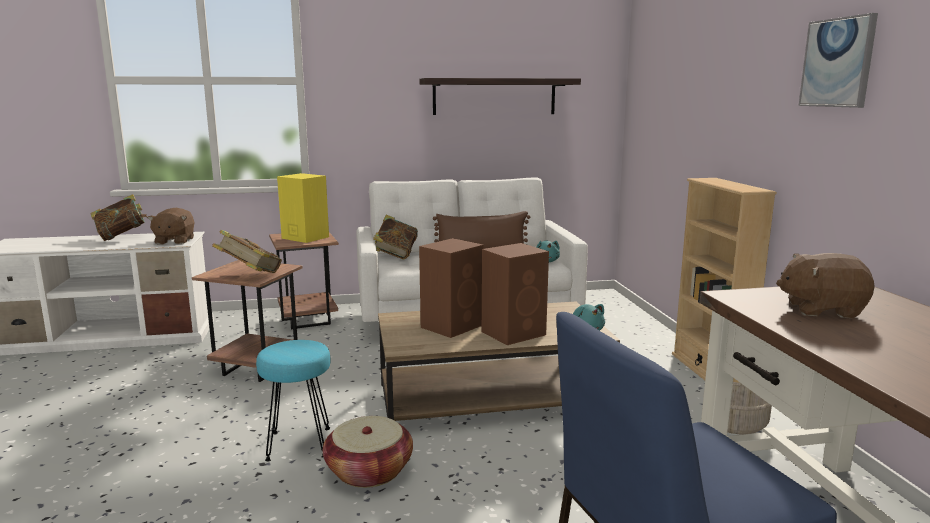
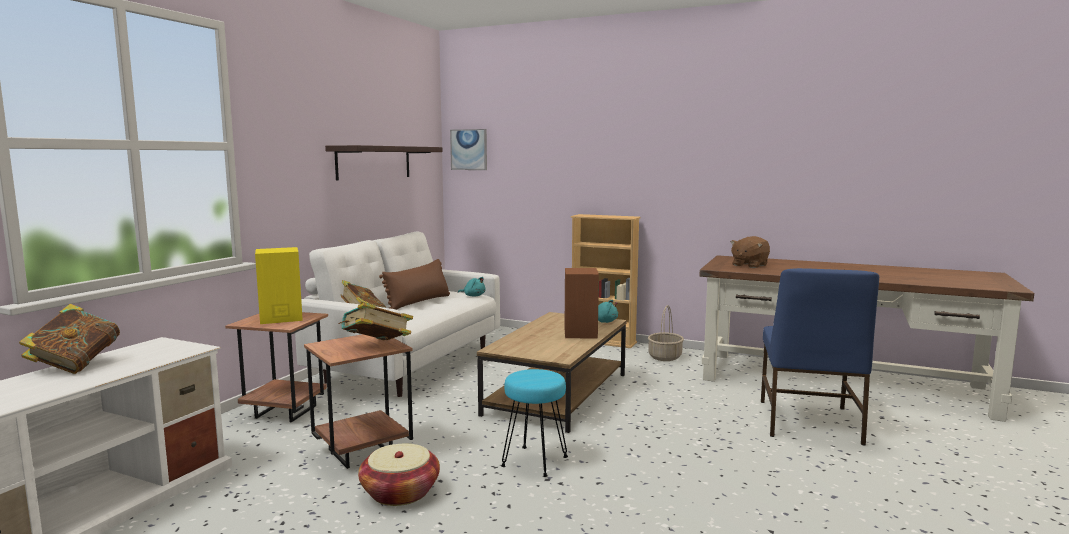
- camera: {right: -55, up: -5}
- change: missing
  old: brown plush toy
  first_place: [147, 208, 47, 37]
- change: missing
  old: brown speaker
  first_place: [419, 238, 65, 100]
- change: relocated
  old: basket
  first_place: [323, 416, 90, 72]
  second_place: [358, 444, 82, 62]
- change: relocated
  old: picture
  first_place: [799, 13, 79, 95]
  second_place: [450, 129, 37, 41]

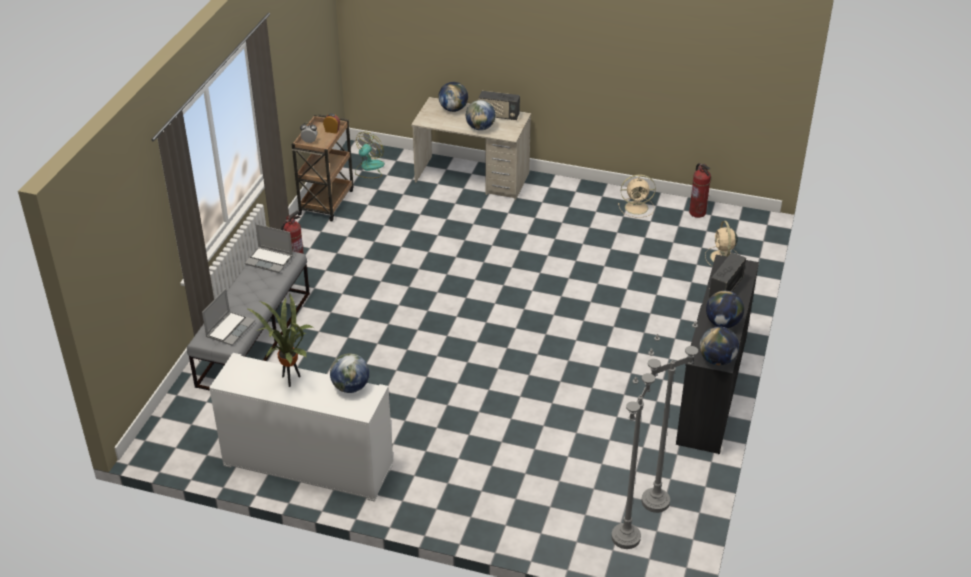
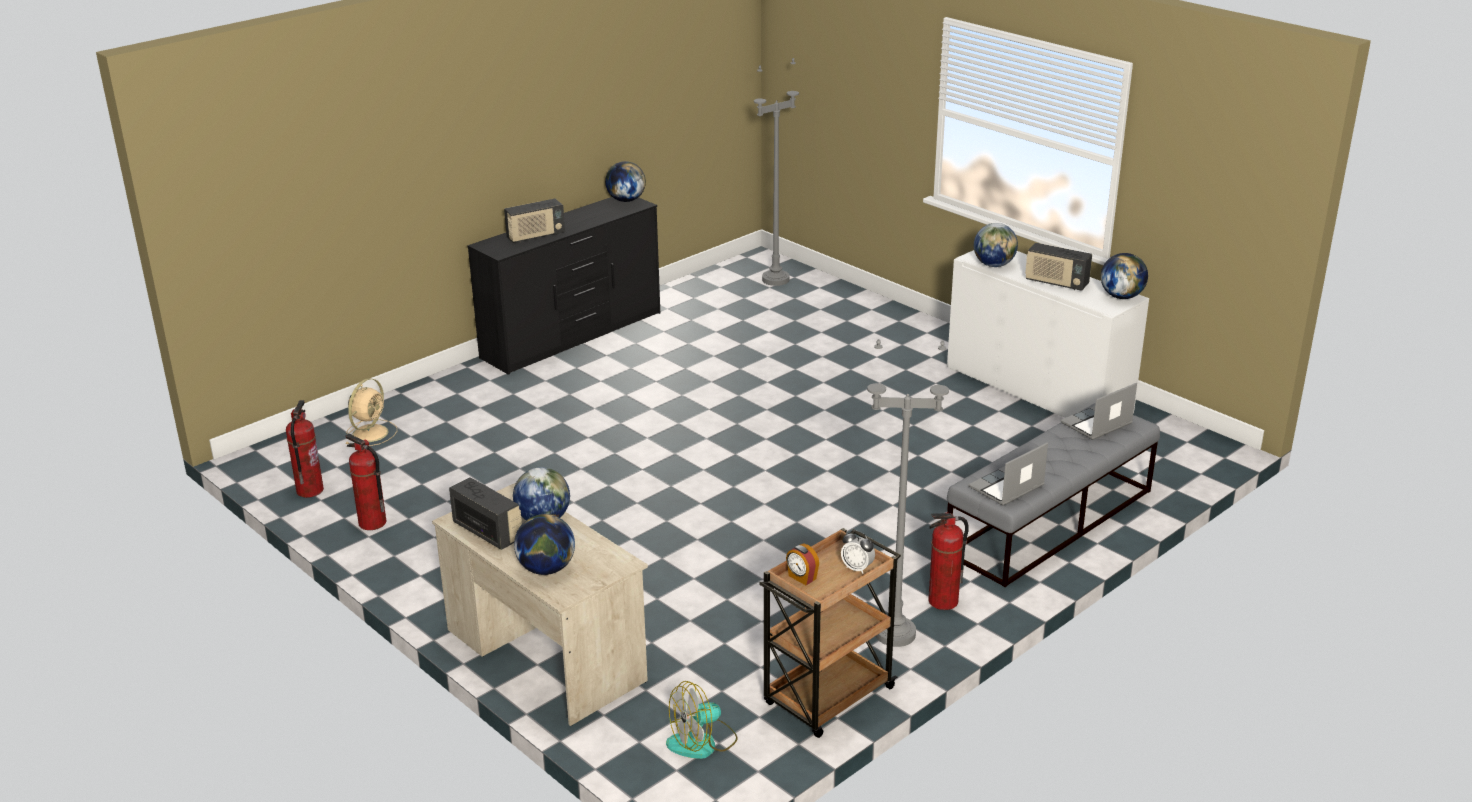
- camera: {right: -150, up: -10}
- change: relocated
  old: grey floor lamp
  first_place: [642, 321, 56, 192]
  second_place: [867, 339, 82, 308]
- change: relocated
  old: globe
  first_place: [706, 291, 38, 37]
  second_place: [1101, 253, 47, 46]
- change: exchanged
  old: potted plant
  new: radio
  first_place: [248, 294, 66, 93]
  second_place: [1025, 243, 67, 48]
- change: exchanged
  old: beige fan
  new: fire extinguisher
  first_place: [618, 175, 38, 42]
  second_place: [345, 434, 42, 96]
- change: spun
  old: laptop
  first_place: [245, 224, 48, 49]
  second_place: [968, 443, 80, 63]
  degrees: -90

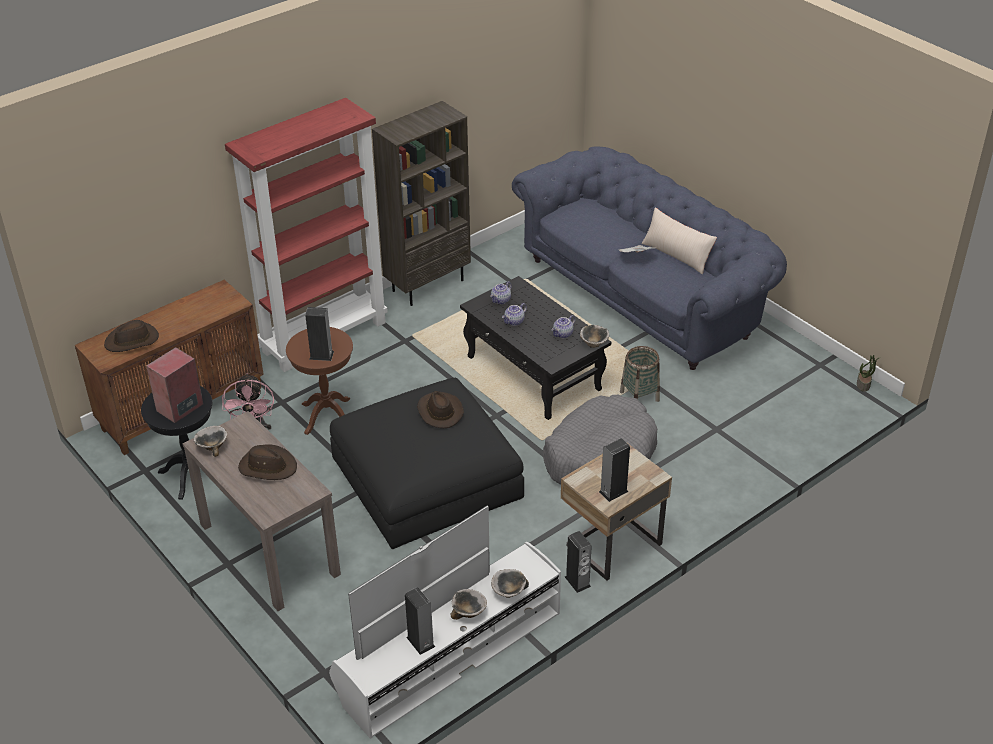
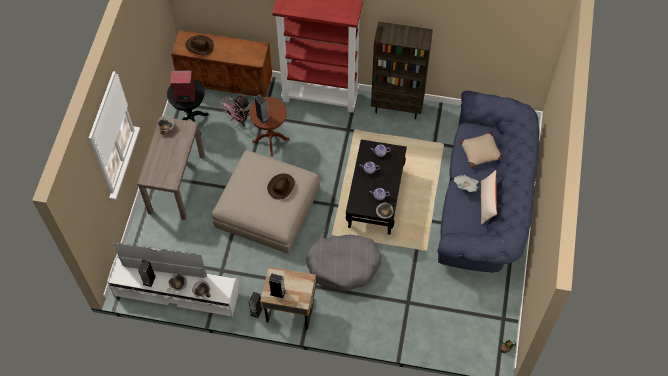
- camera: {right: 50, up: 20}
- change: missing
  old: brown hat
  first_place: [238, 445, 59, 35]
- change: missing
  old: basket
  first_place: [620, 346, 40, 56]
- change: appeared
  new: beige pillow
  second_place: [459, 131, 43, 37]
- change: colour
  old: black ottoman
  new: beige ottoman
  first_place: [330, 377, 194, 172]
  second_place: [212, 150, 108, 104]

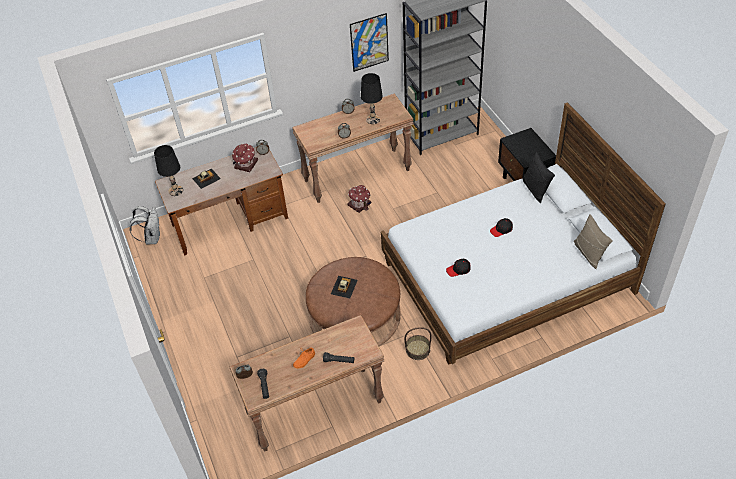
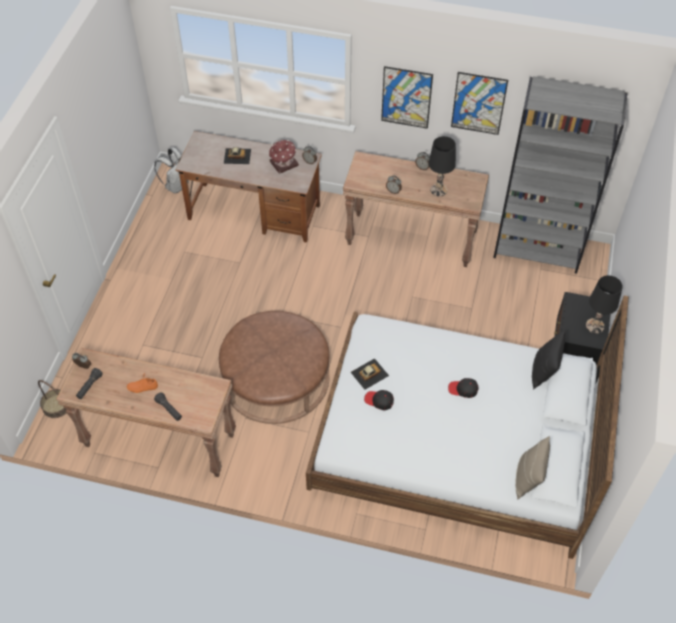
- camera: {right: 35, up: 5}
- change: missing
  old: toy house
  first_place: [347, 185, 24, 28]
- change: appeared
  new: picture
  second_place: [381, 66, 52, 63]
- change: relocated
  old: black table lamp
  first_place: [154, 145, 29, 51]
  second_place: [586, 275, 37, 58]
- change: relocated
  old: toy car
  first_place: [331, 276, 27, 23]
  second_place: [351, 358, 38, 32]
- change: relocated
  old: basket
  first_place: [405, 327, 26, 33]
  second_place: [38, 380, 28, 38]

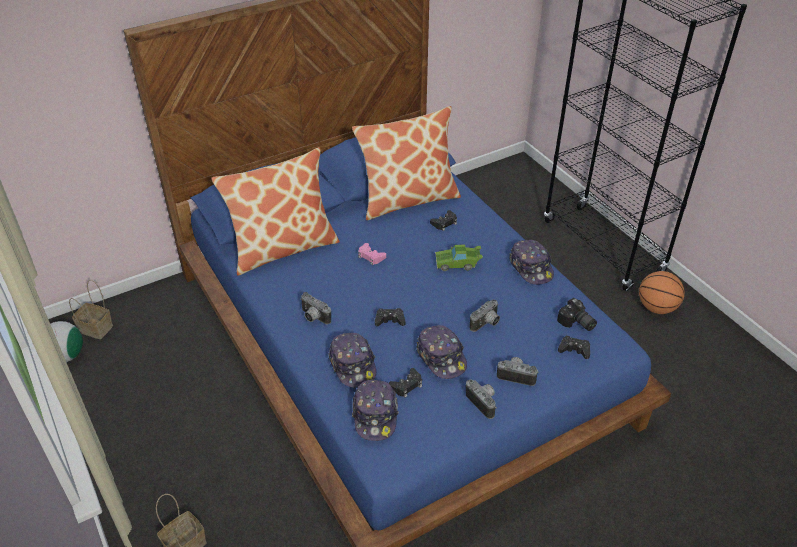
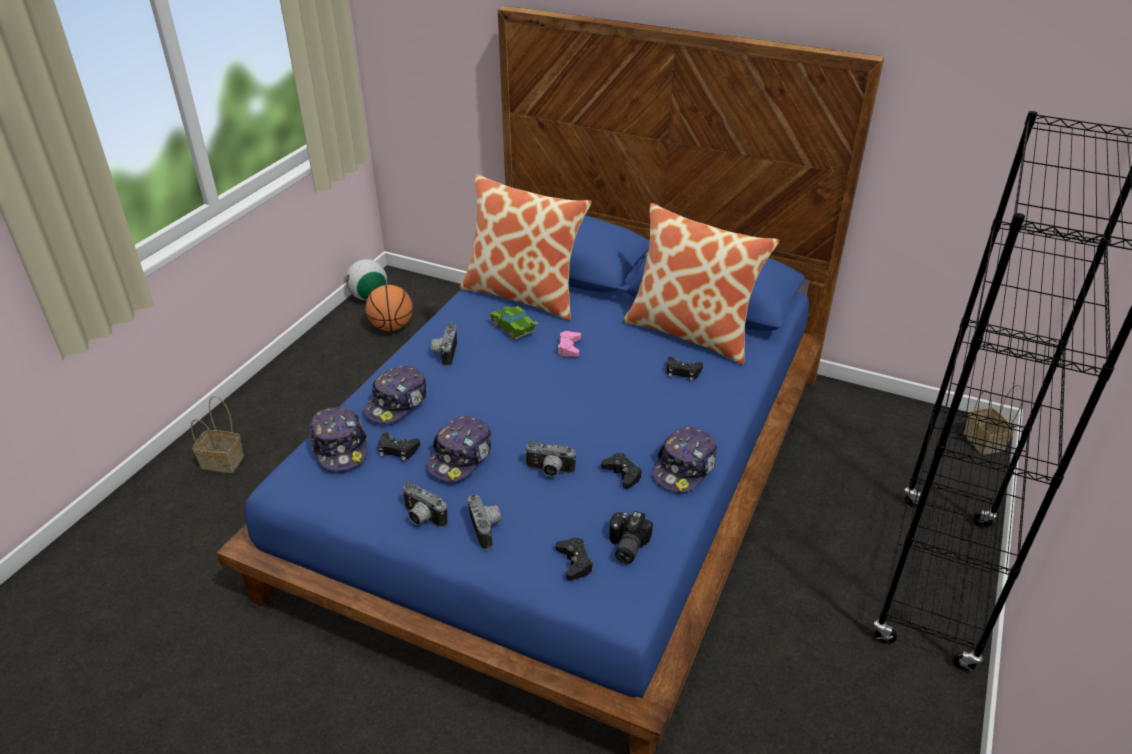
- camera: {right: 55, up: -5}
- change: relocated
  old: basket
  first_place: [69, 280, 44, 59]
  second_place: [964, 385, 59, 69]
- change: relocated
  old: black game controller
  first_place: [375, 308, 30, 18]
  second_place: [601, 453, 41, 36]
- change: relocated
  old: green toy car
  first_place: [435, 245, 48, 26]
  second_place: [489, 306, 49, 34]
- change: relocated
  old: basketball
  first_place: [639, 271, 46, 43]
  second_place: [365, 285, 48, 46]
- change: spun
  old: cap
  first_place: [352, 380, 47, 61]
  second_place: [309, 407, 58, 64]
  degrees: -75
- change: spun
  old: photo camera
  first_place: [466, 380, 31, 39]
  second_place: [402, 481, 46, 46]
  degrees: 105

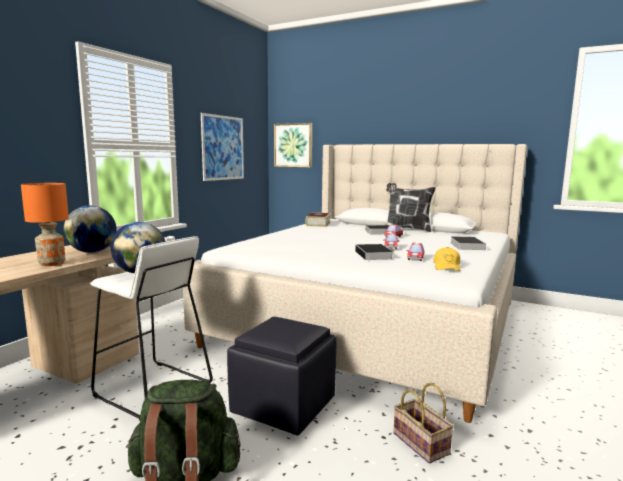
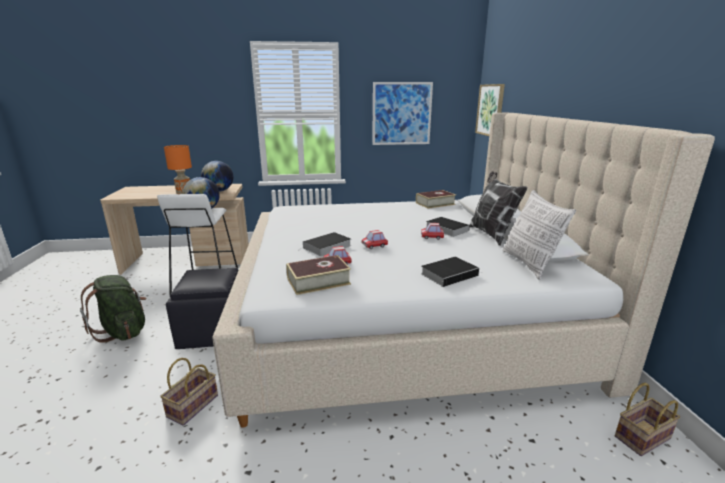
- camera: {right: 55, up: 10}
- change: appeared
  new: pillow
  second_place: [502, 190, 74, 90]
- change: appeared
  new: basket
  second_place: [615, 383, 65, 73]
- change: exchanged
  old: yellow cap
  new: book
  first_place: [433, 247, 27, 24]
  second_place: [286, 255, 65, 40]

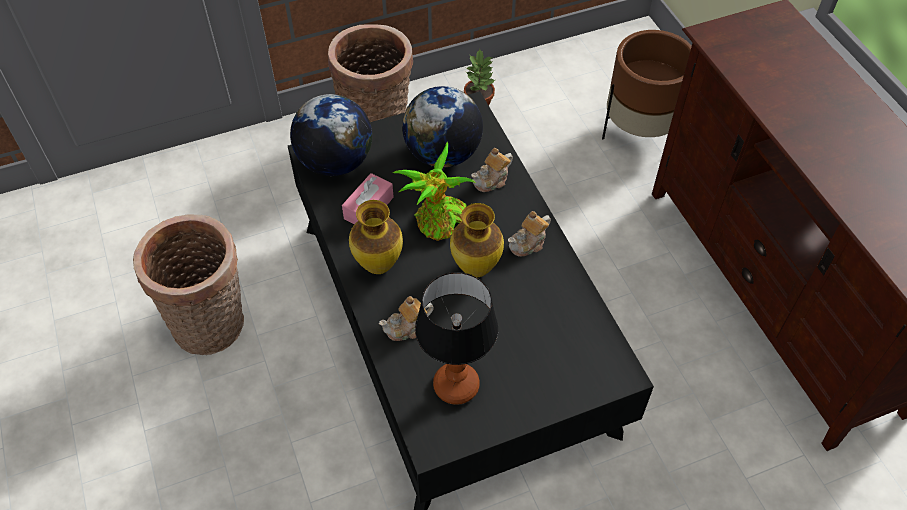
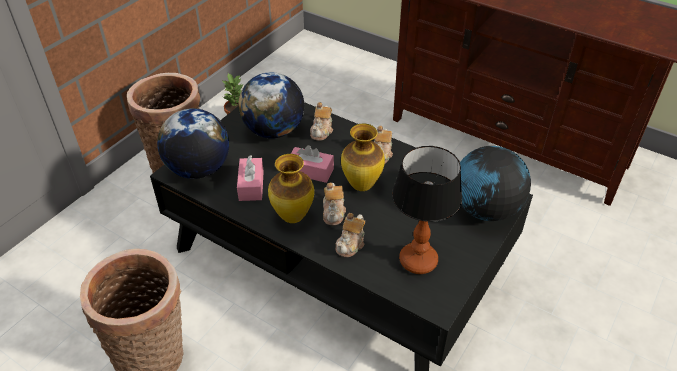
- camera: {right: -35, up: -10}
- change: missing
  old: brown planter
  first_place: [602, 30, 90, 109]
- change: appeared
  new: teapot
  second_place: [323, 182, 23, 43]
- change: appeared
  new: globe
  second_place: [460, 146, 71, 75]
- change: exchanged
  old: potted plant
  new: pink tissue box
  first_place: [393, 142, 83, 99]
  second_place: [291, 145, 43, 38]

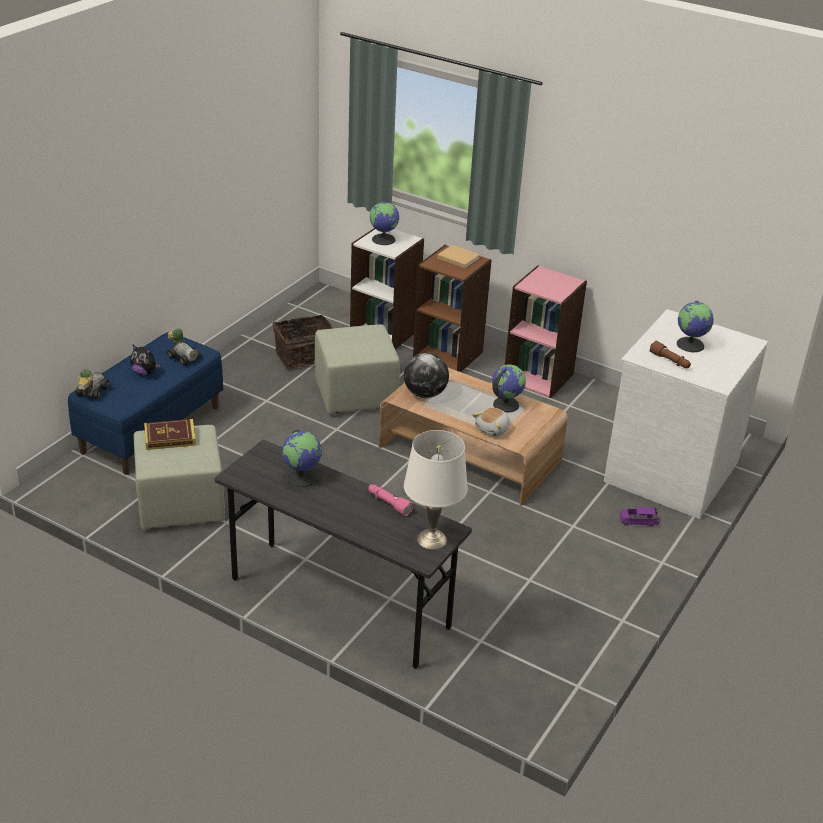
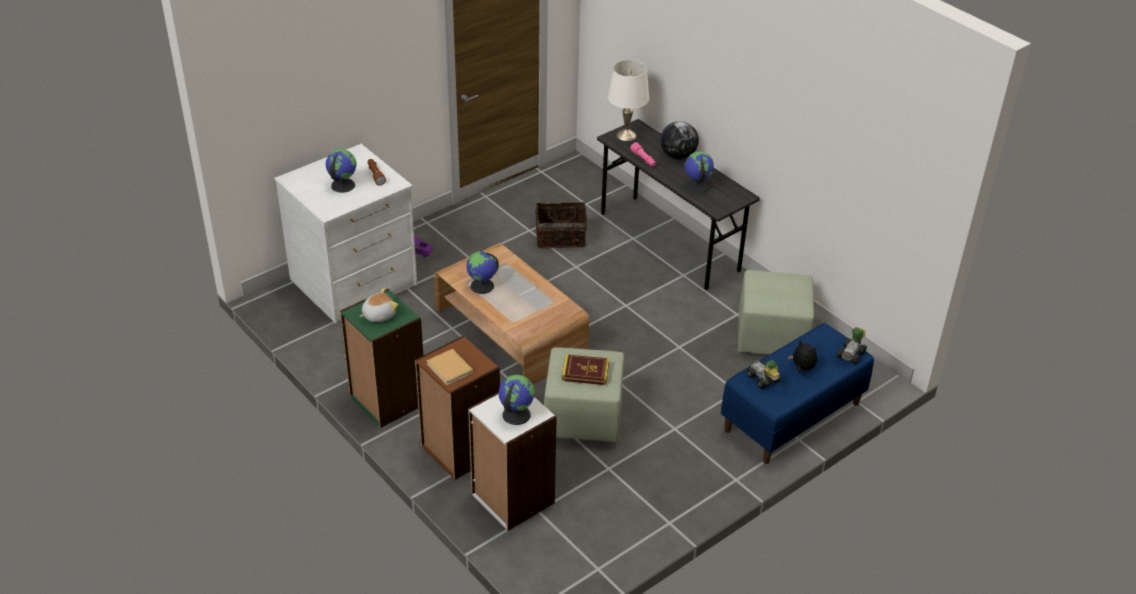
- camera: {right: -160, up: 5}
- change: relocated
  old: book
  first_place: [144, 419, 52, 31]
  second_place: [562, 354, 47, 31]
- change: relocated
  old: basket
  first_place: [272, 315, 61, 53]
  second_place: [535, 202, 52, 46]
- change: relocated
  old: globe
  first_place: [404, 353, 45, 45]
  second_place: [660, 121, 39, 39]
- change: relocated
  old: plush toy
  first_place: [472, 408, 38, 28]
  second_place: [359, 288, 39, 34]
- change: colour
  old: pink bookcase
  new: green bookcase
  first_place: [505, 265, 82, 133]
  second_place: [340, 289, 83, 139]

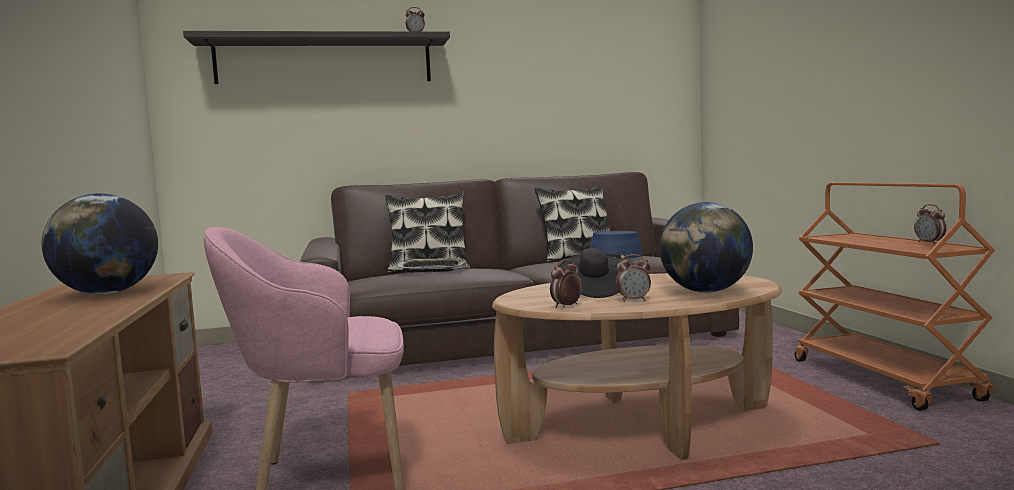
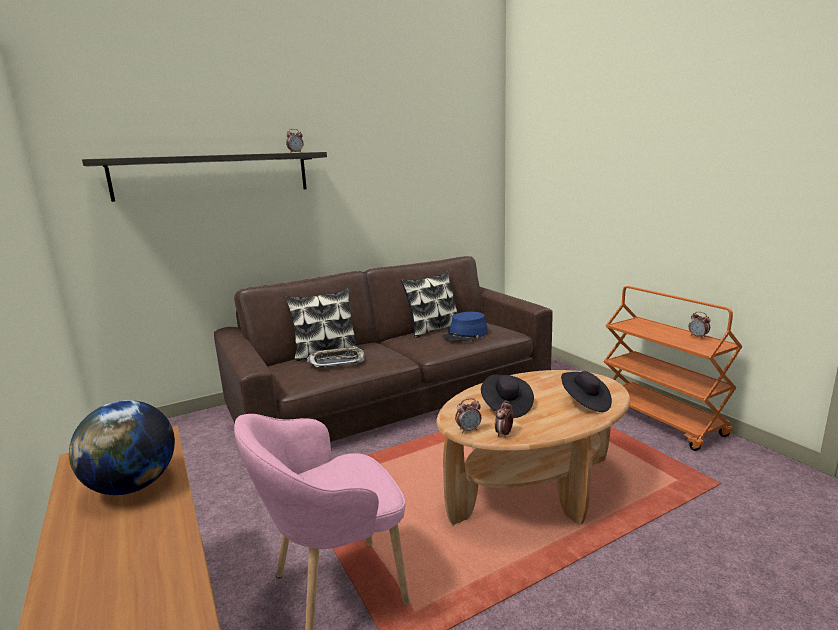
- camera: {right: -15, up: 10}
- change: relocated
  old: alarm clock
  first_place: [616, 254, 35, 48]
  second_place: [455, 398, 26, 35]
- change: exchanged
  old: globe
  new: black hat
  first_place: [659, 202, 94, 91]
  second_place: [561, 371, 51, 41]

